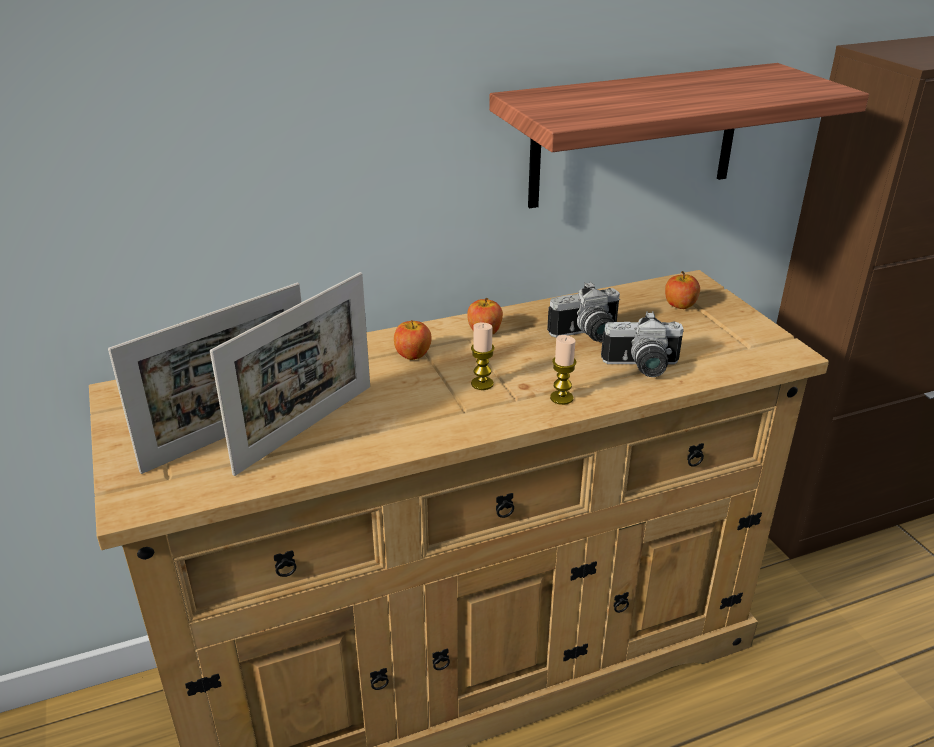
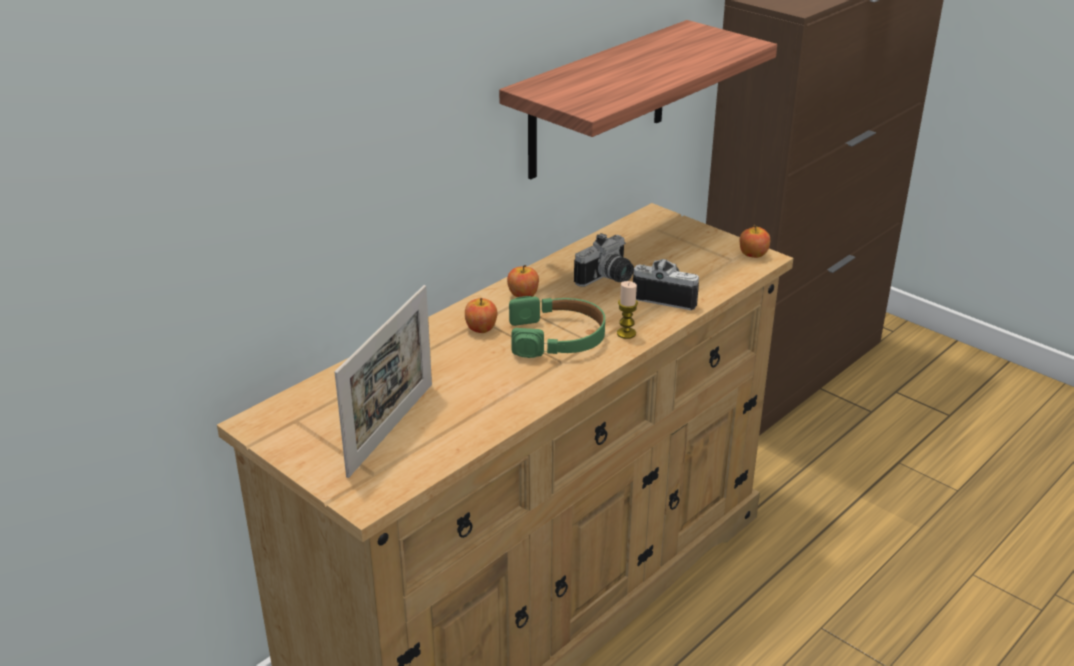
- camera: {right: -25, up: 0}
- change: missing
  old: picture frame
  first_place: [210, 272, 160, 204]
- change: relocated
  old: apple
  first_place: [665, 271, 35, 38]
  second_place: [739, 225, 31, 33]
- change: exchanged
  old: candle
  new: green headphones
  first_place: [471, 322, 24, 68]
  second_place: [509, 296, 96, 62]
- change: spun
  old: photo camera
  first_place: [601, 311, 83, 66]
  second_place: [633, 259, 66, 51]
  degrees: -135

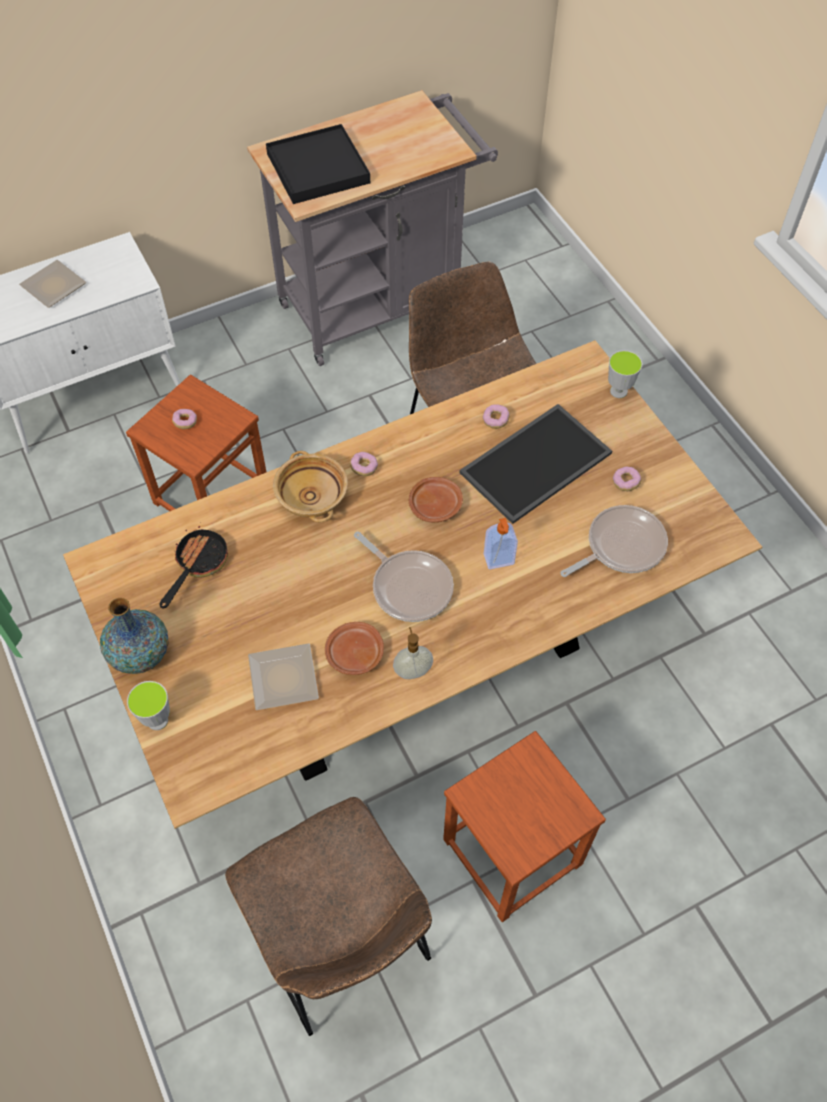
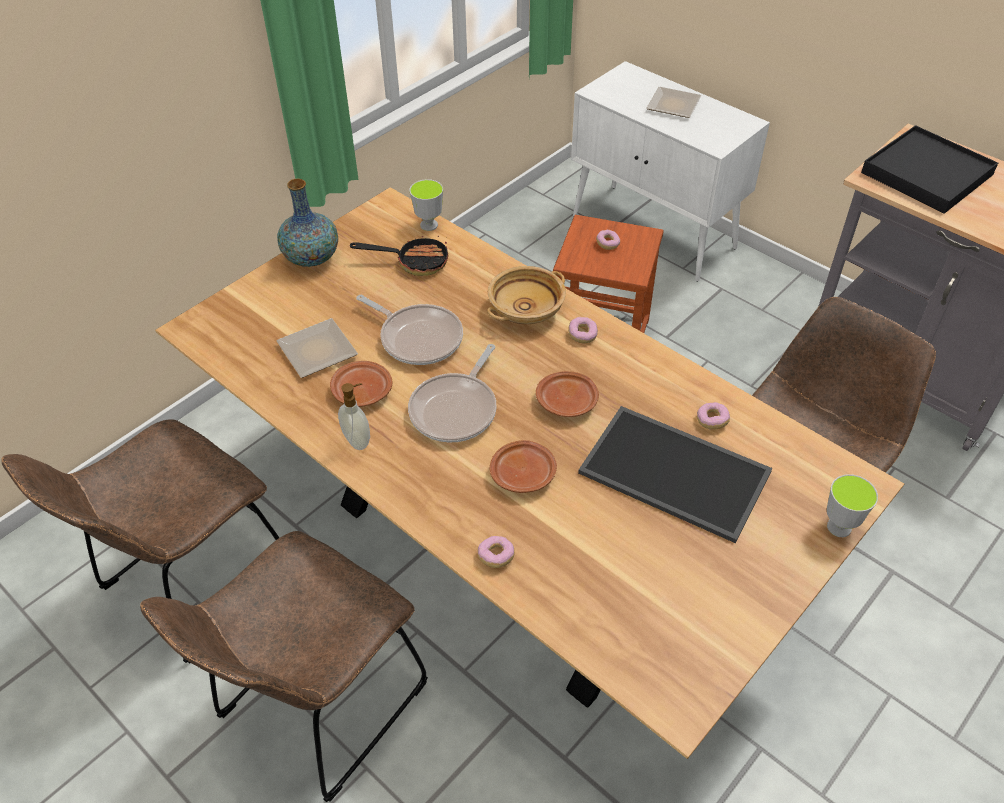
- camera: {right: 70, up: -10}
- change: relocated
  old: cup
  first_place: [127, 681, 43, 49]
  second_place: [409, 179, 34, 52]
- change: relocated
  old: frying pan
  first_place: [560, 505, 108, 72]
  second_place: [356, 295, 107, 70]
- change: relocated
  old: donut
  first_place: [613, 466, 29, 25]
  second_place: [478, 536, 37, 32]
- change: exchanged
  old: brown stool
  new: brown chair
  first_place: [443, 731, 163, 191]
  second_place: [140, 531, 288, 271]
- change: exchanged
  old: soap dispenser
  new: brown plate
  first_place: [484, 518, 34, 51]
  second_place: [490, 440, 67, 53]

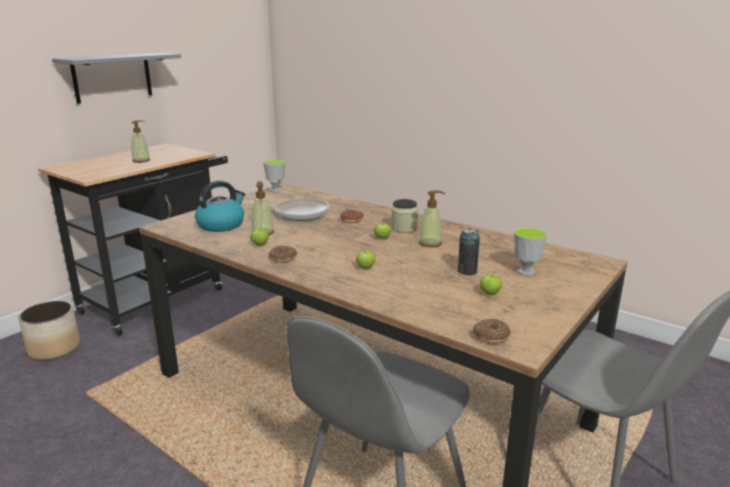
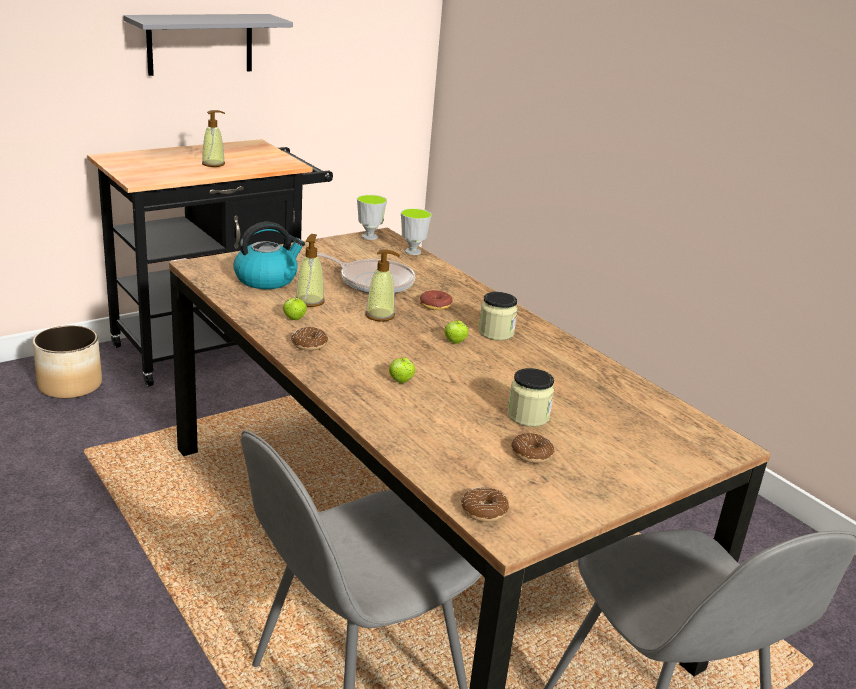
- camera: {right: 15, up: 5}
- change: relocated
  old: soap dispenser
  first_place: [419, 191, 26, 56]
  second_place: [365, 249, 35, 73]
- change: relocated
  old: cup
  first_place: [514, 228, 33, 48]
  second_place: [401, 208, 31, 47]
- change: exchanged
  old: can
  new: jar
  first_place: [458, 228, 22, 48]
  second_place: [507, 368, 47, 59]
- change: exchanged
  old: apple
  new: donut
  first_place: [480, 272, 22, 23]
  second_place: [511, 433, 43, 30]

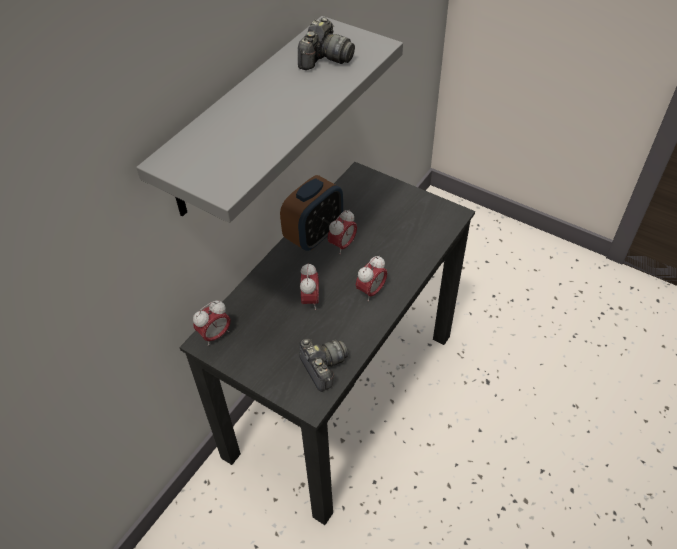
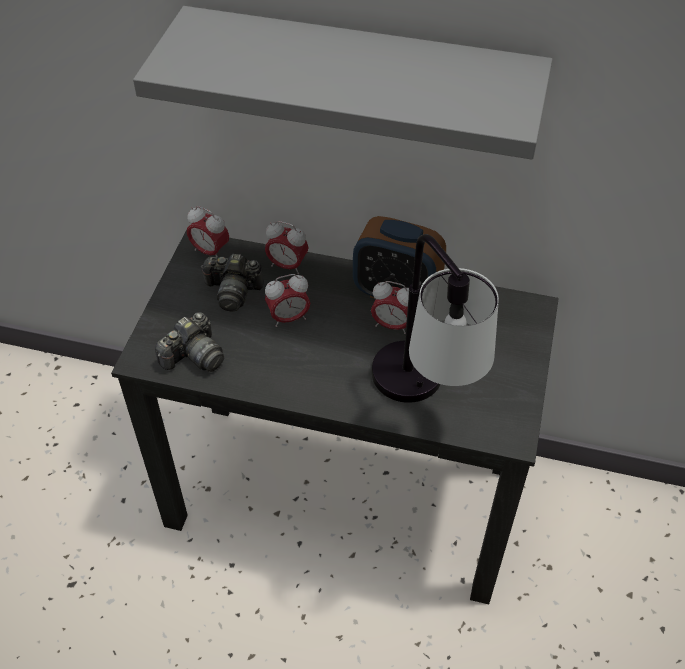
- camera: {right: 70, up: 0}
- change: appeared
  new: table lamp
  second_place: [372, 234, 127, 169]
- change: relocated
  old: photo camera
  first_place: [298, 18, 57, 52]
  second_place: [201, 254, 63, 58]
- change: relocated
  old: alarm clock
  first_place: [356, 256, 32, 45]
  second_place: [265, 221, 44, 53]

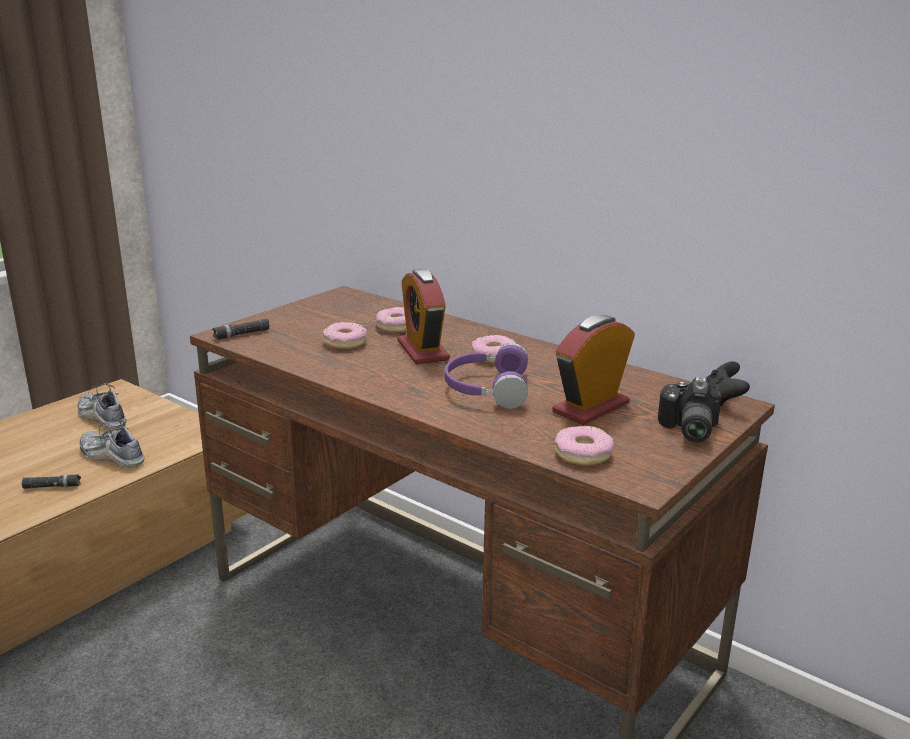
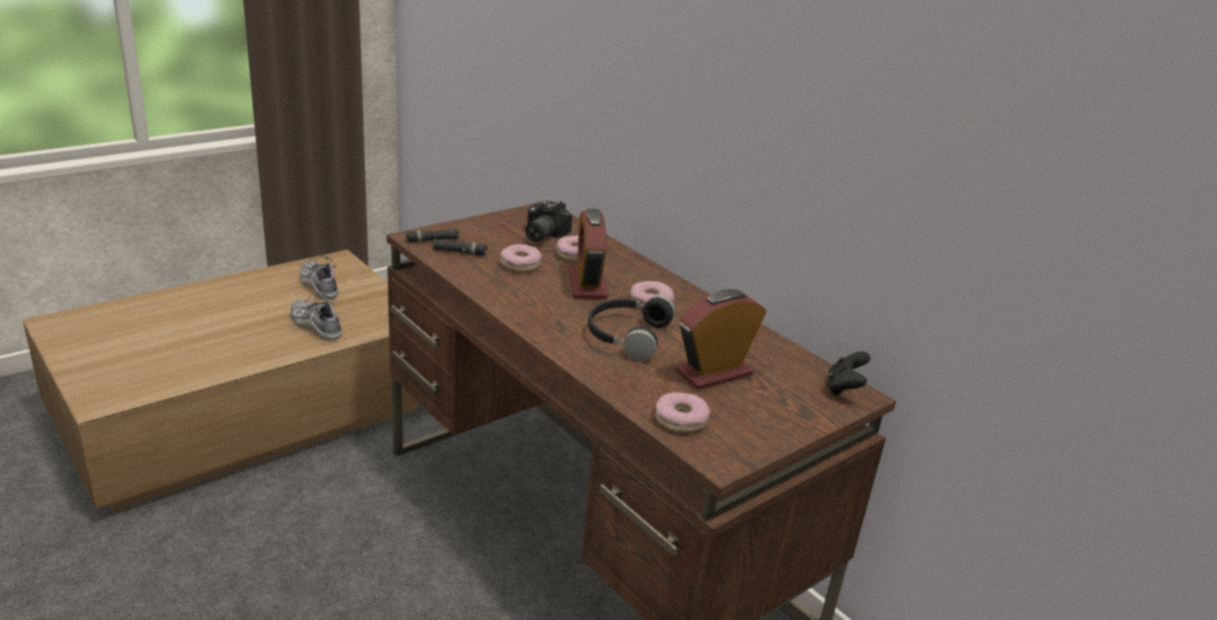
- camera: {right: 10, up: 5}
- change: relocated
  old: black flashlight
  first_place: [22, 474, 59, 15]
  second_place: [433, 239, 55, 17]
- change: relocated
  old: photo camera
  first_place: [658, 377, 63, 66]
  second_place: [525, 200, 47, 42]
- change: colour
  old: purple headphones
  new: black headphones
  first_place: [444, 343, 84, 66]
  second_place: [588, 295, 87, 66]

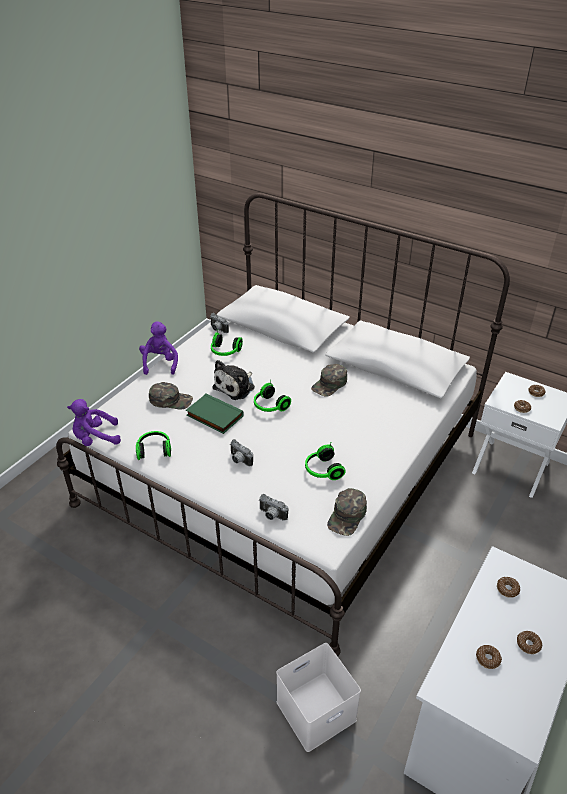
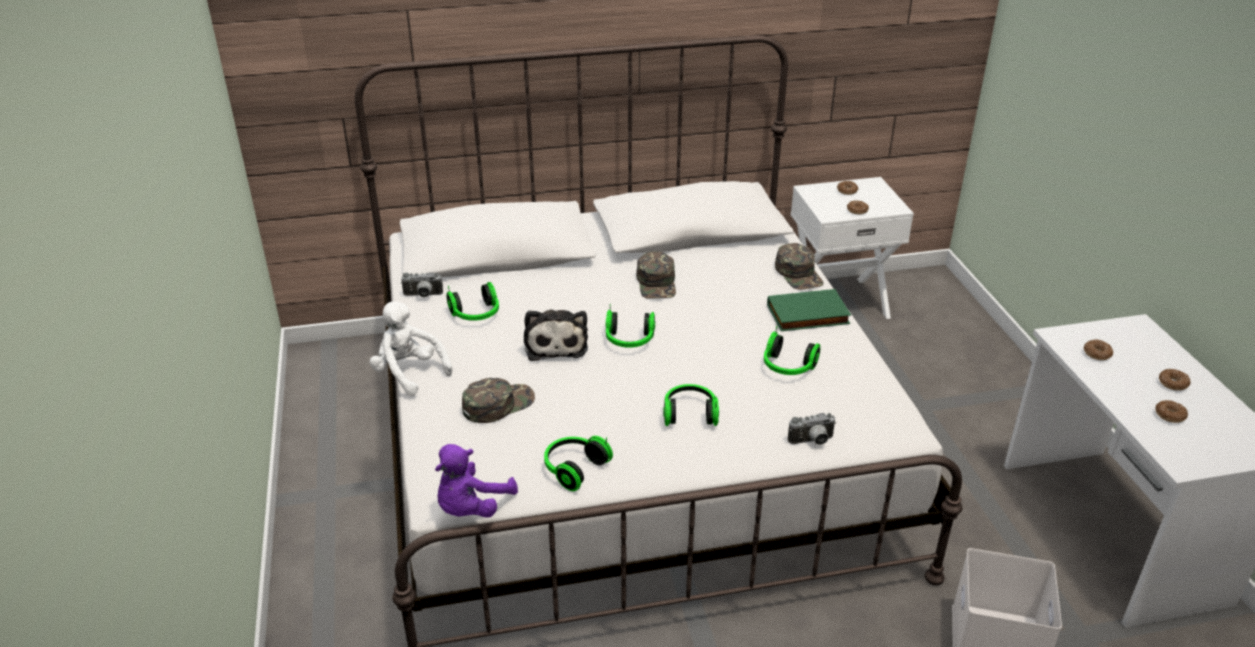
- camera: {right: -45, up: -5}
- change: relocated
  old: green book
  first_place: [186, 394, 58, 40]
  second_place: [767, 289, 84, 42]
- change: relocated
  old: green cap
  first_place: [327, 488, 40, 48]
  second_place: [775, 243, 49, 47]
- change: exchanged
  old: photo camera
  new: headphones
  first_place: [230, 439, 23, 27]
  second_place: [663, 384, 56, 42]
- change: colour
  old: purple plush toy
  new: white plush toy
  first_place: [139, 321, 39, 54]
  second_place: [369, 301, 83, 95]

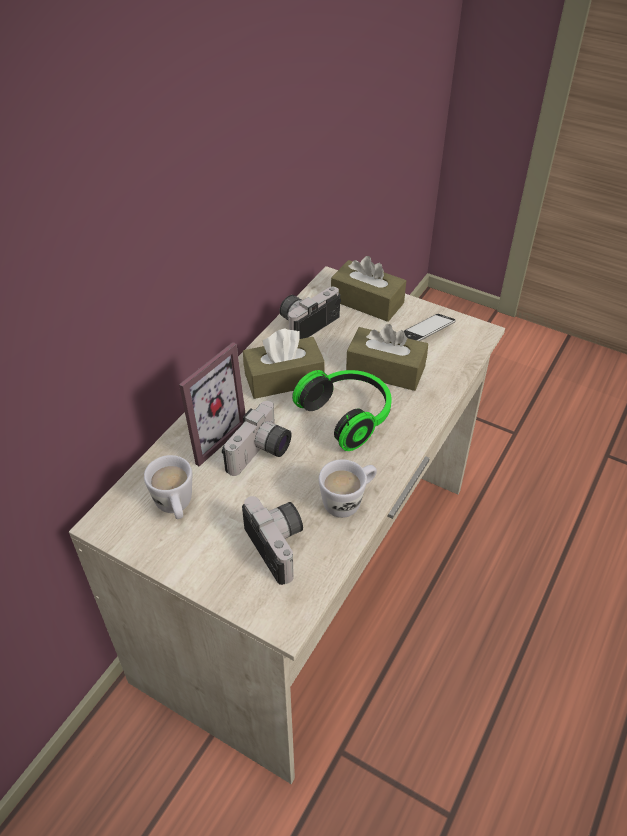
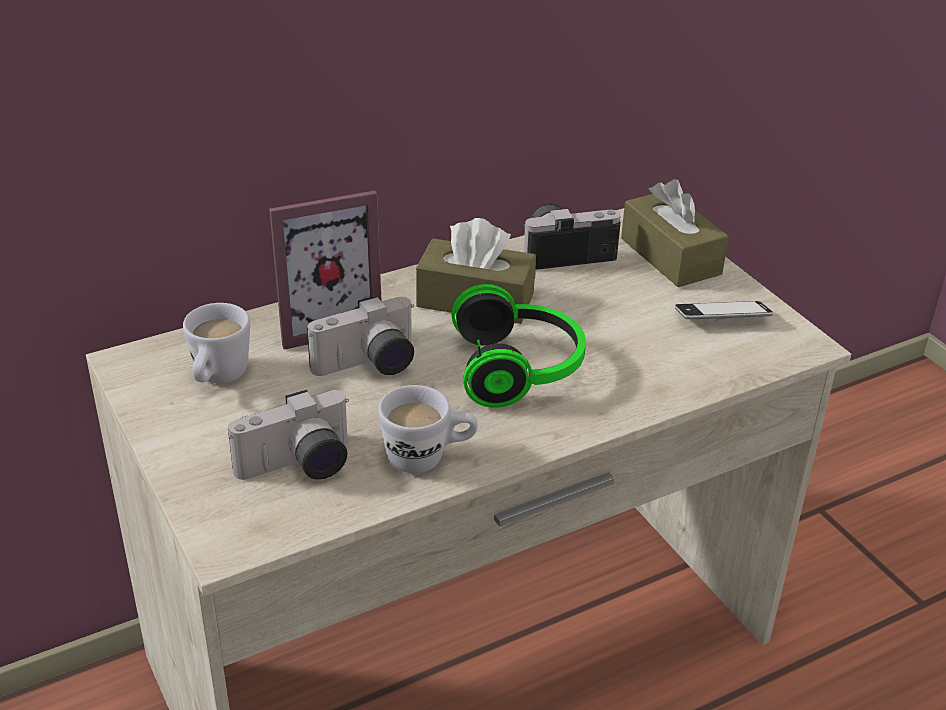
- camera: {right: 30, up: -10}
- change: missing
  old: brown tissue box
  first_place: [346, 324, 82, 67]
- change: spun
  old: photo camera
  first_place: [242, 496, 61, 89]
  second_place: [228, 390, 121, 90]
  degrees: 60

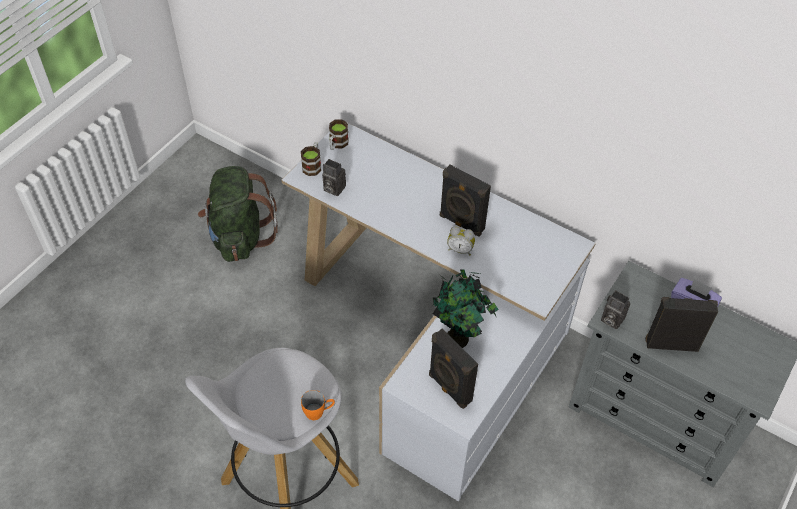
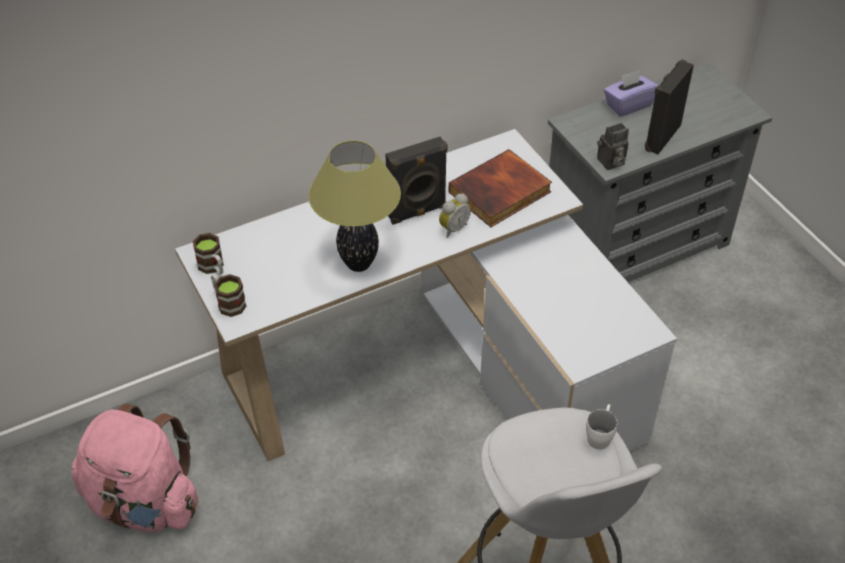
- camera: {right: -60, up: -5}
- change: missing
  old: photo camera
  first_place: [322, 159, 24, 37]
- change: missing
  old: black speaker
  first_place: [429, 329, 49, 80]
- change: missing
  old: potted plant
  first_place: [432, 269, 67, 79]
- change: appeared
  new: table lamp
  second_place: [308, 140, 93, 132]
- change: appeared
  new: book
  second_place: [449, 149, 103, 78]
- change: colour
  old: green backpack
  new: pink backpack
  first_place: [198, 166, 80, 96]
  second_place: [71, 404, 127, 128]
- change: colour
  old: orange mug
  new: white mug
  first_place: [301, 390, 34, 30]
  second_place: [586, 404, 31, 46]

